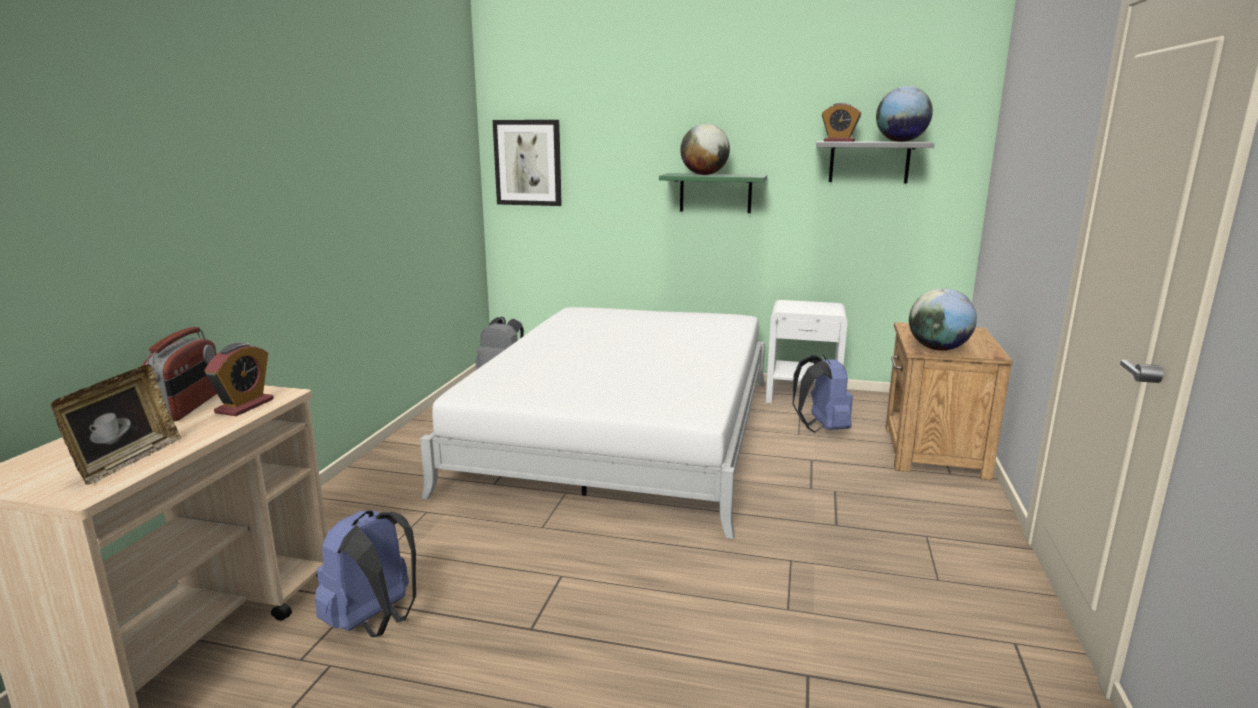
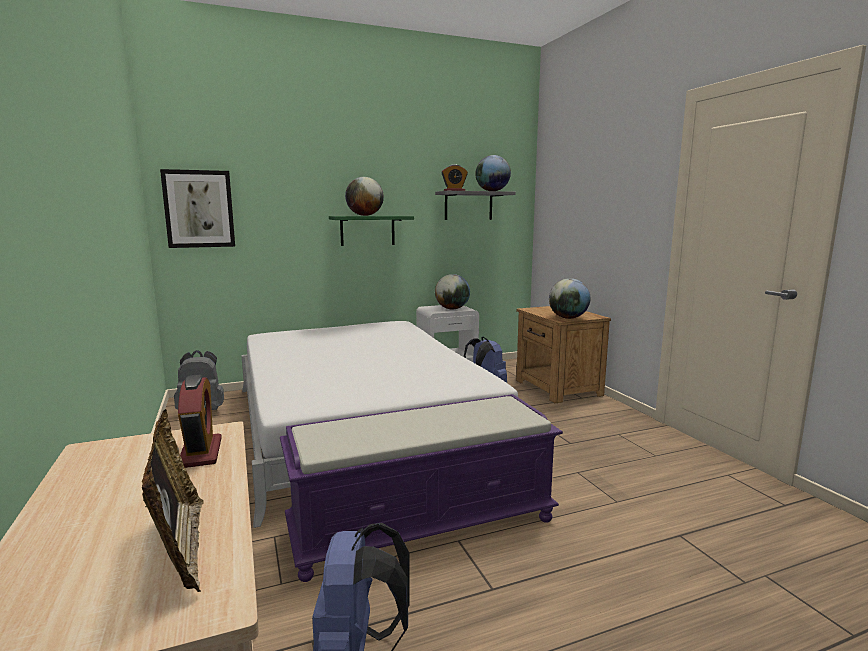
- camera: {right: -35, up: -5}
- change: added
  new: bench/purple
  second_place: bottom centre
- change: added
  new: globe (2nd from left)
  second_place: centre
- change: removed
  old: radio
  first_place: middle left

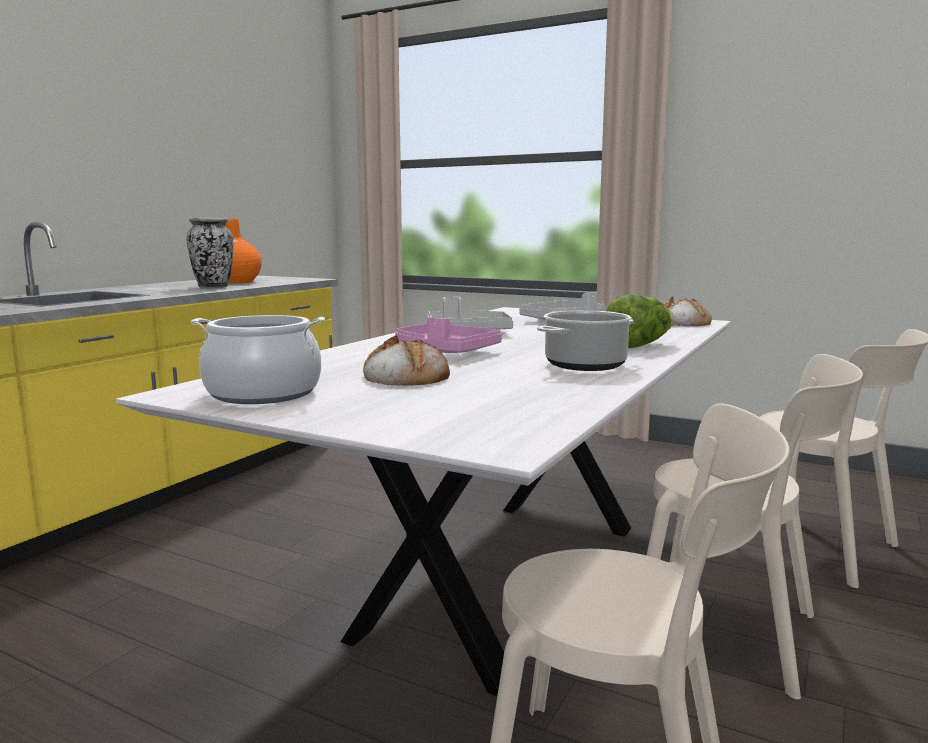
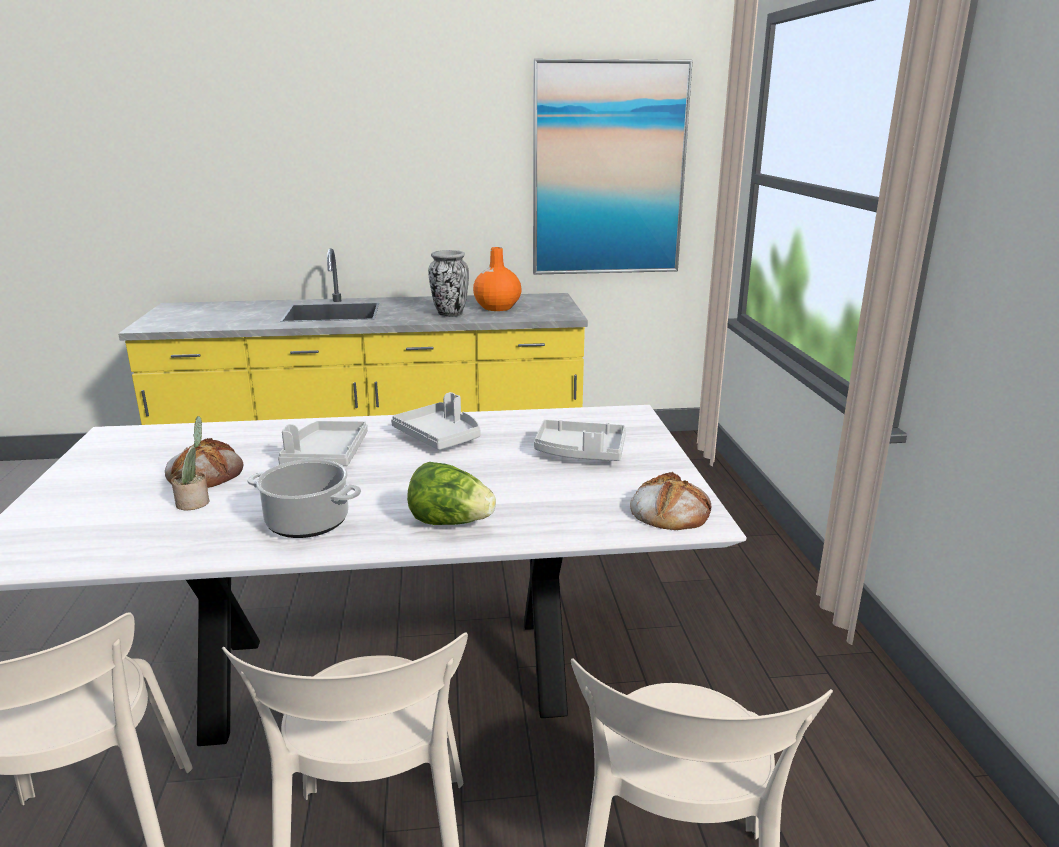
- camera: {right: 55, up: 10}
- change: added
  new: potted plant
  second_place: middle left
- change: recoloured
  old: tray/pink
  new: tray/grey (1st from left)
  first_place: centre
  second_place: middle left
- change: added
  new: picture
  second_place: top centre
- change: removed
  old: cooking pot (1st from left)
  first_place: middle left

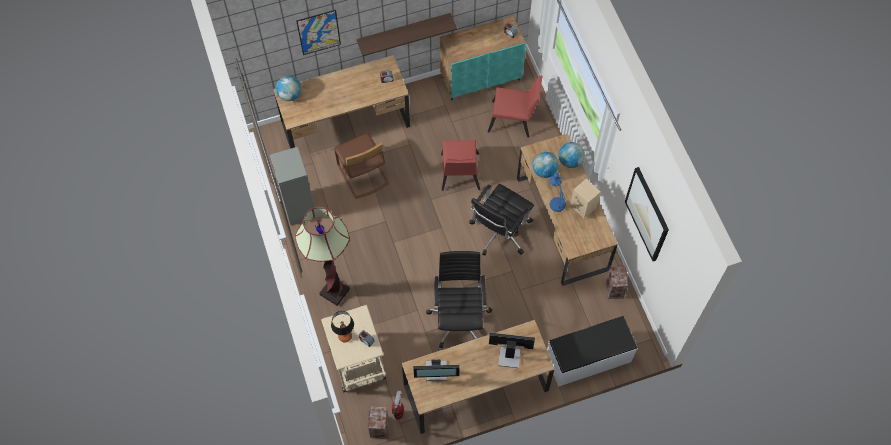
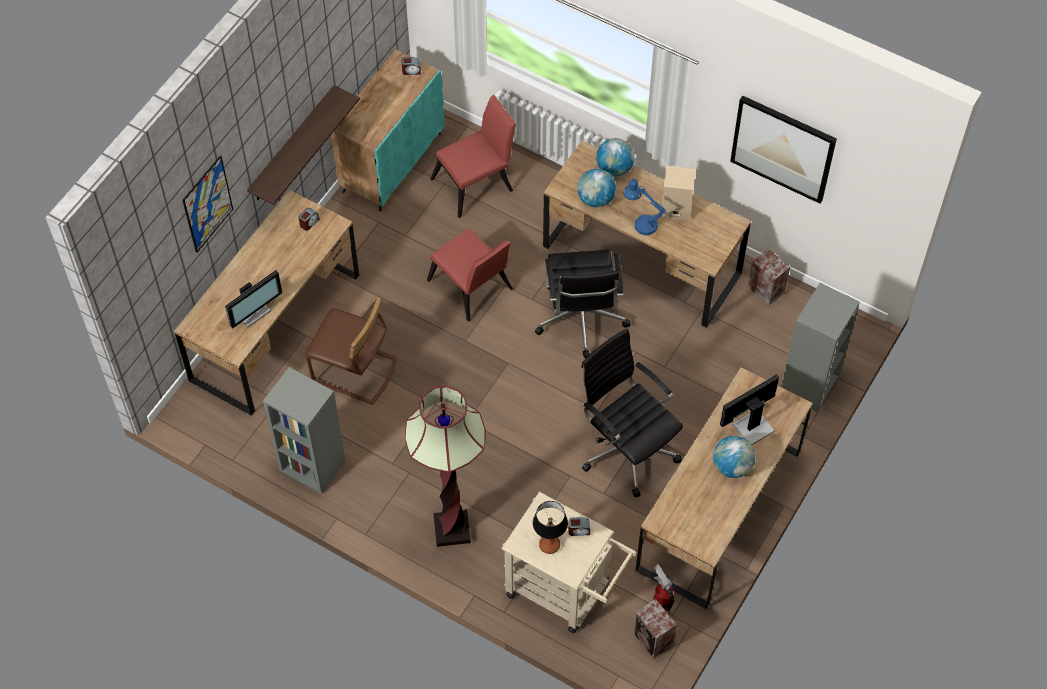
- camera: {right: -40, up: -5}
- change: moved
  old: monitor (1st from left)
  first_place: bottom centre
  second_place: middle left
- change: moved
  old: globe (1st from left in the first image)
  new: globe (3rd from left)
  first_place: top left
  second_place: middle right
- change: replaced
  old: bench/white
  new: bookcase/grey (2nd from left)
  first_place: bottom centre
  second_place: middle right

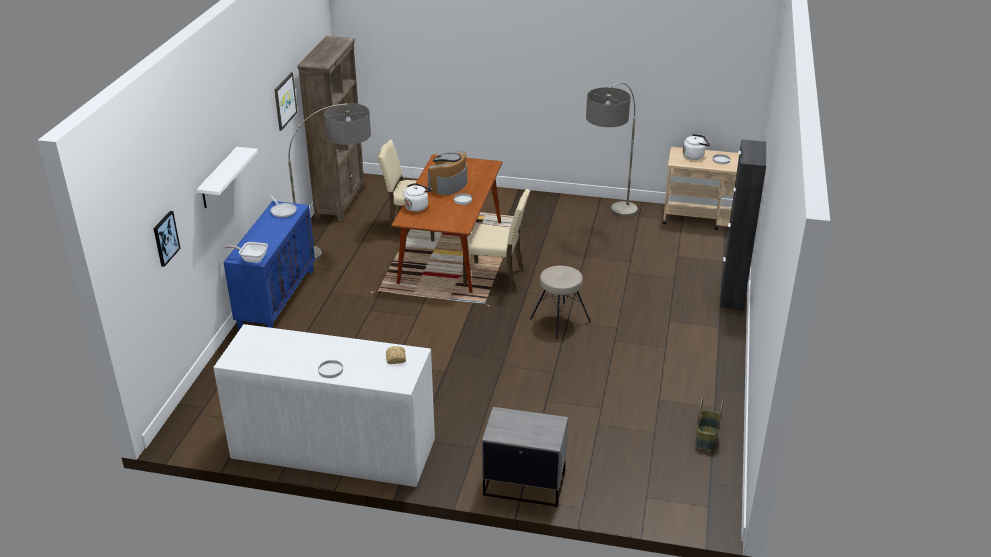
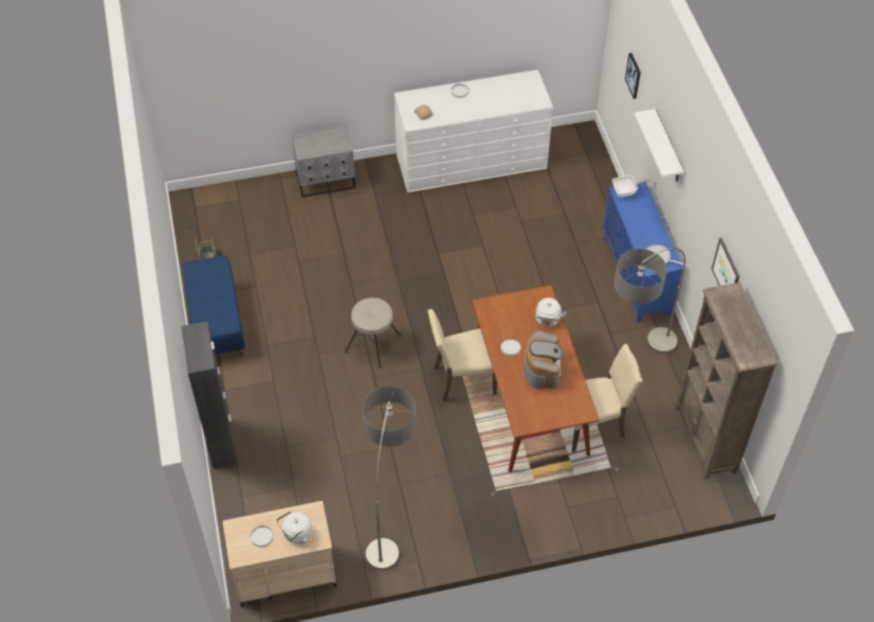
- camera: {right: 155, up: 20}
- change: added
  new: bench/blue
  second_place: middle left

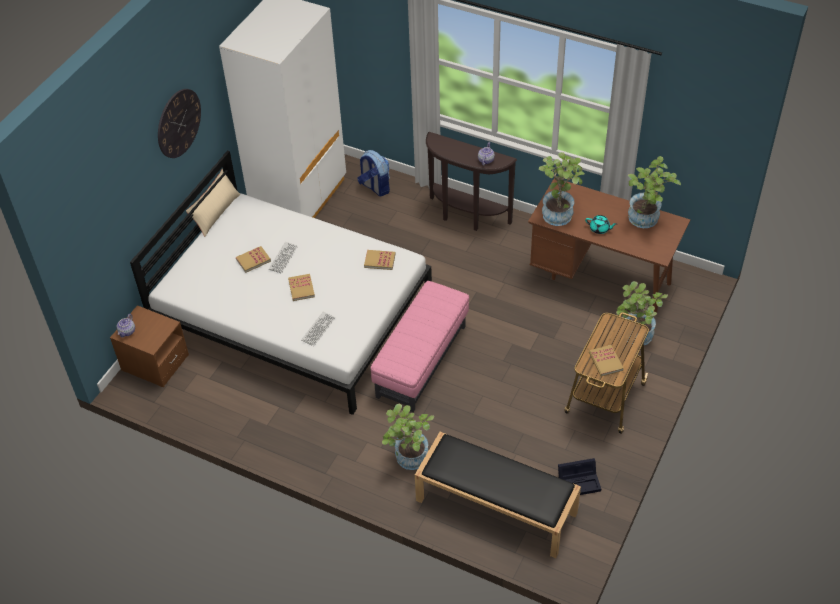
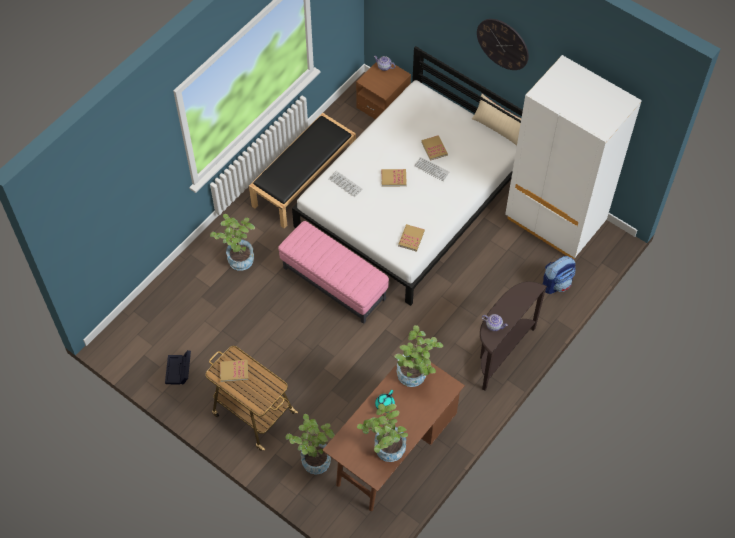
- camera: {right: 100, up: 10}
- change: moved
  old: bench/black
  first_place: bottom centre
  second_place: top centre

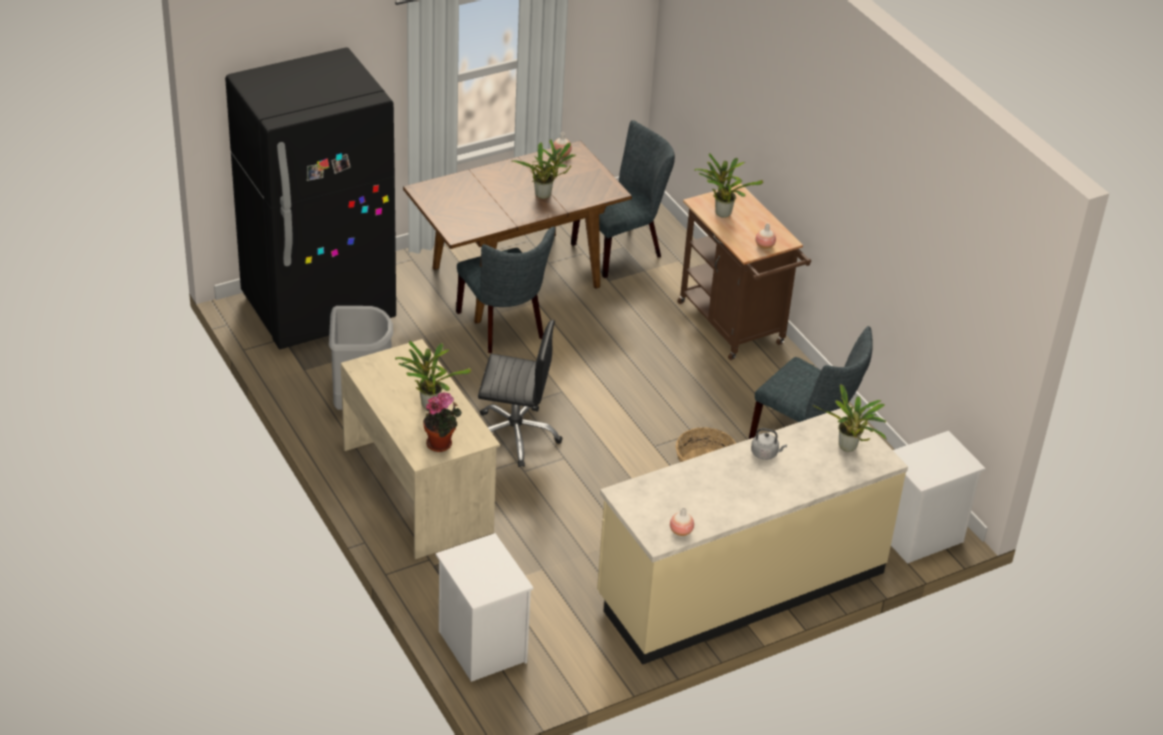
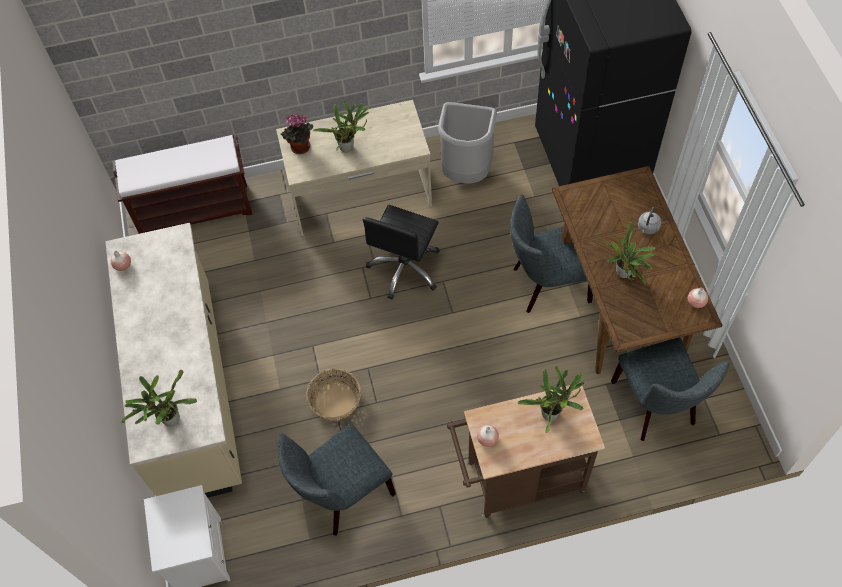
- camera: {right: 110, up: 20}
- change: replaced
  old: nightstand/white (1st from left)
  new: bench/brown
  first_place: bottom centre
  second_place: top left
- change: moved
  old: kettle/grey
  first_place: centre
  second_place: middle right

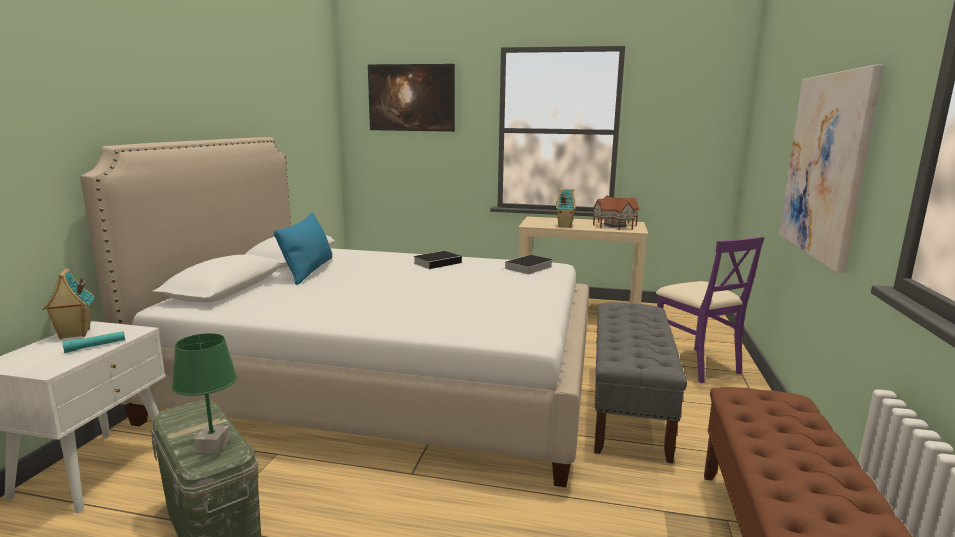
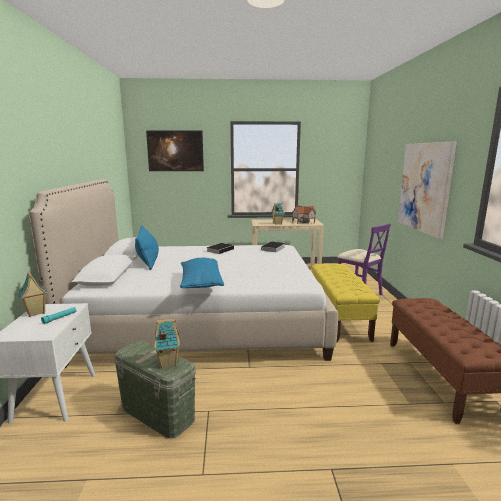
- camera: {right: -15, up: 0}
- change: replaced
  old: table lamp/green
  new: toy house (2nd from left)
  first_place: bottom left
  second_place: bottom centre
- change: added
  new: pillow/blue (2nd from left)
  second_place: centre
- change: recoloured
  old: bench/grey
  new: bench/yellow
  first_place: bottom right
  second_place: middle right

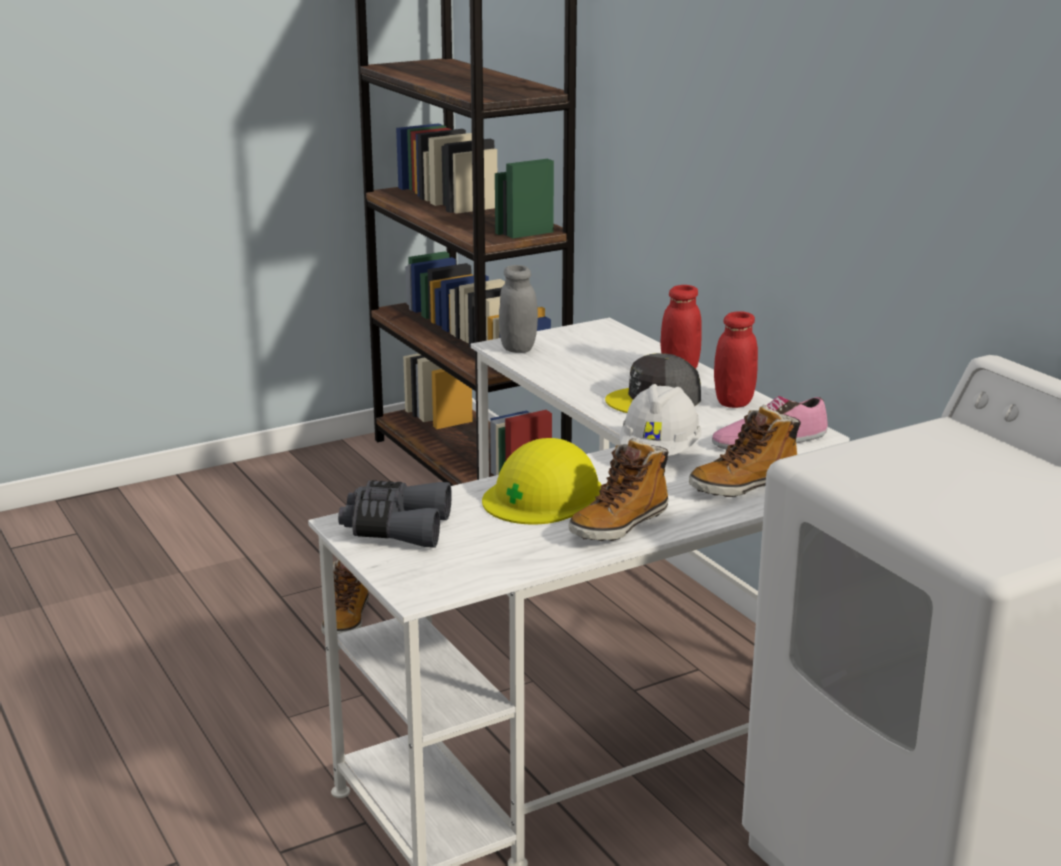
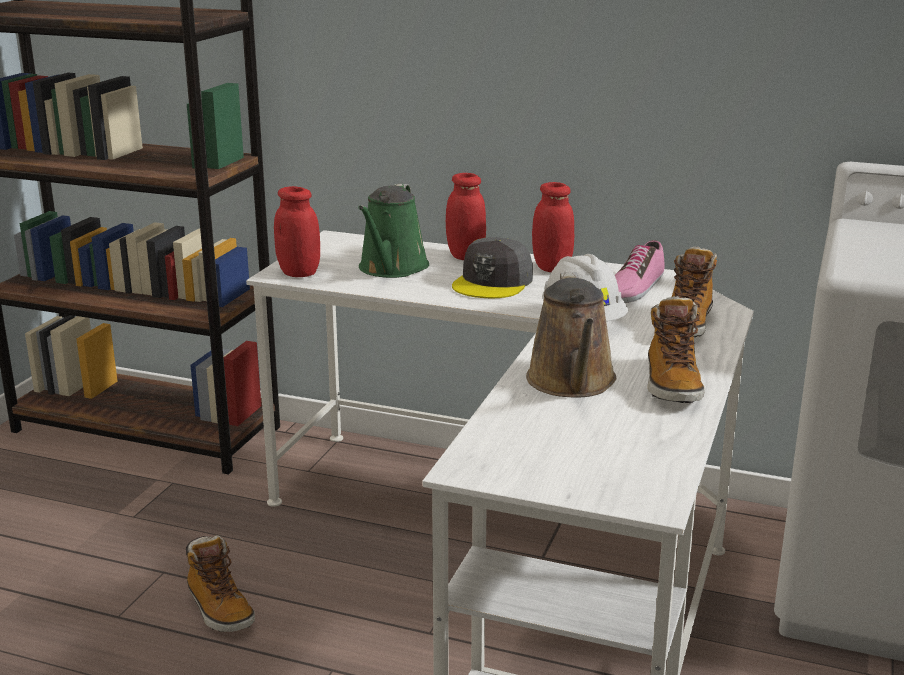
- camera: {right: -40, up: 0}
- change: recoloured
  old: jar/grey
  new: jar/red (1st from left)
  first_place: centre
  second_place: middle left
- change: added
  new: watering can/green
  second_place: centre
- change: replaced
  old: hard hat/yellow
  new: watering can/brown
  first_place: centre
  second_place: centre
- change: removed
  old: binoculars/grey
  first_place: centre

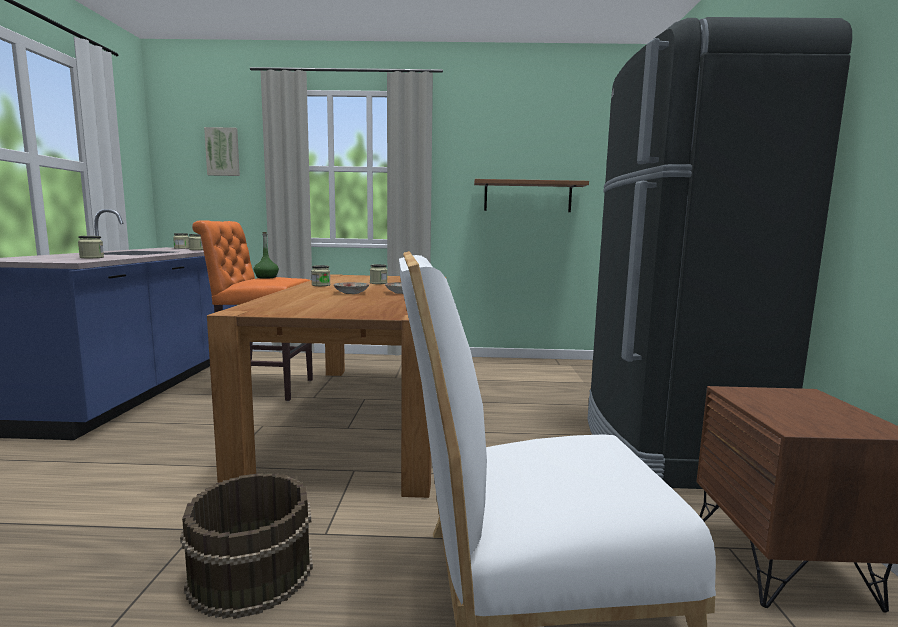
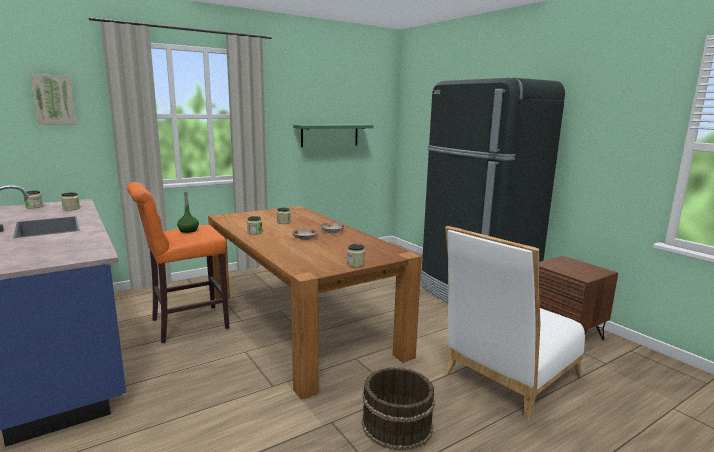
- camera: {right: -35, up: 5}
- change: recoloured
  old: shelf/brown
  new: shelf/green
  first_place: top centre
  second_place: top centre
- change: moved
  old: jar (1st from left in the first image)
  new: jar (5th from left)
  first_place: middle left
  second_place: centre

